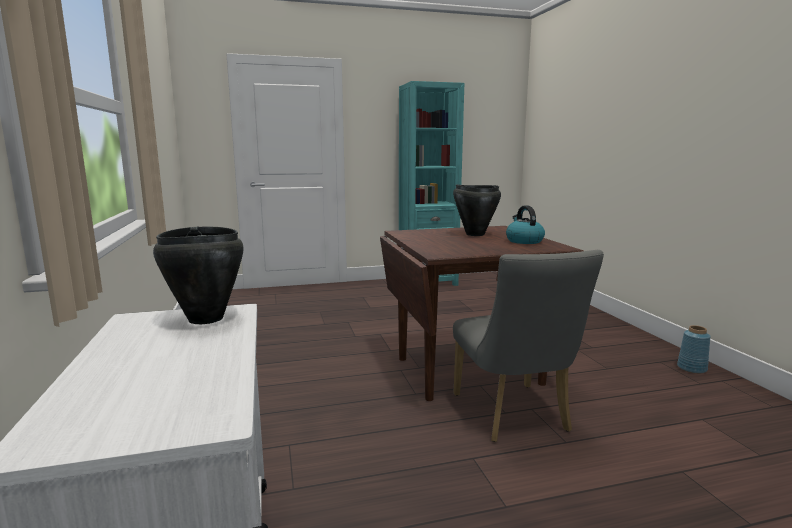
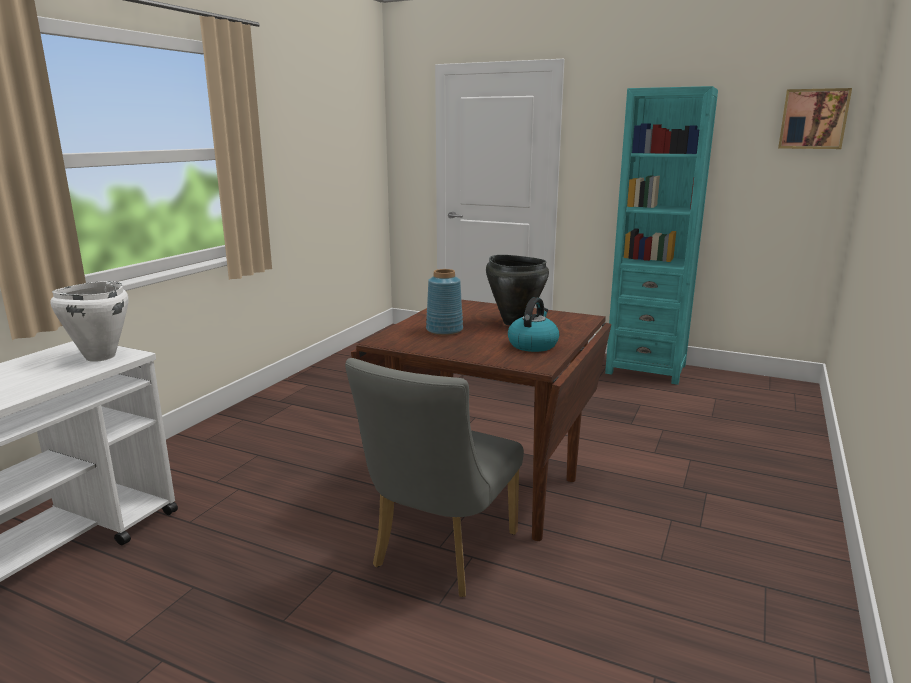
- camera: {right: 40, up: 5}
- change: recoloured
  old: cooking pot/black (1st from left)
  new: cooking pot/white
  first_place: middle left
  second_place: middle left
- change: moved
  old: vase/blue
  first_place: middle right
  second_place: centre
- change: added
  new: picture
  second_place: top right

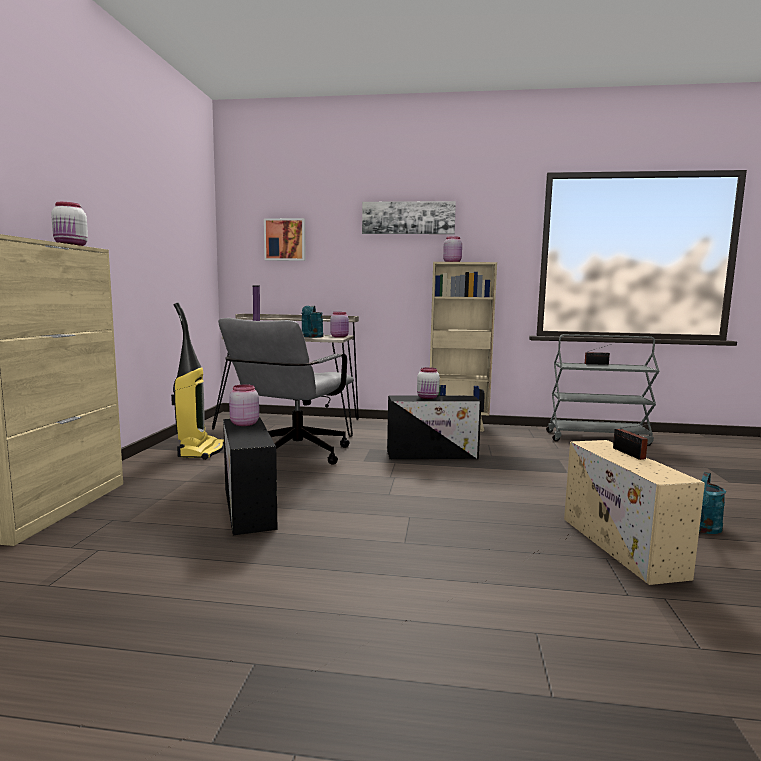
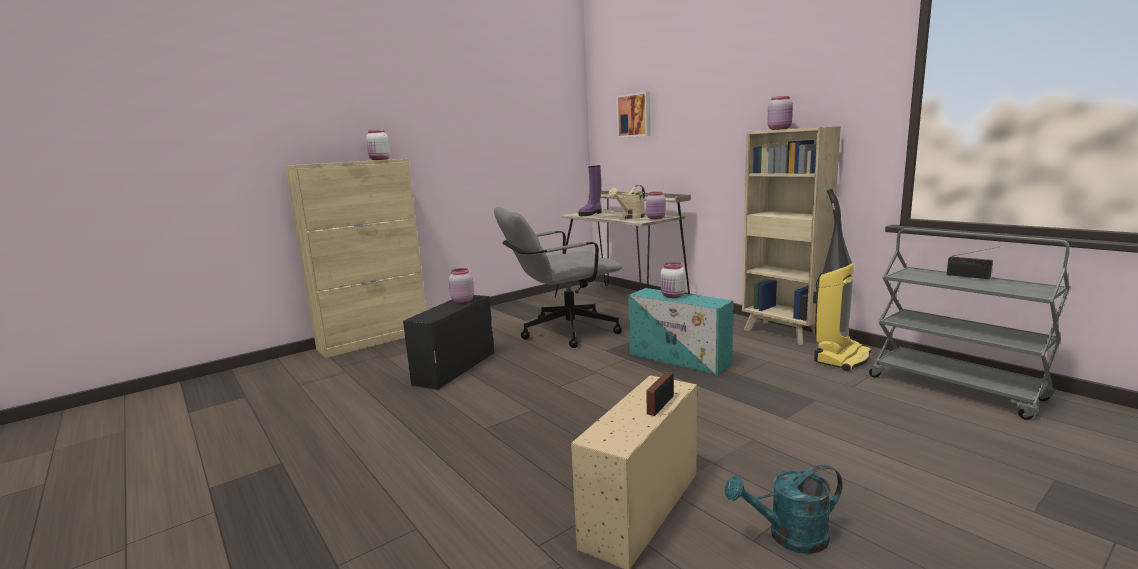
- camera: {right: 45, up: 5}
- change: recoloured
  old: watering can/turquoise (1st from left)
  new: watering can/beige
  first_place: centre
  second_place: centre
- change: recoloured
  old: storage box/black (2nd from left)
  new: storage box/turquoise
  first_place: centre
  second_place: centre
- change: moved
  old: vacuum cleaner
  first_place: middle left
  second_place: middle right
- change: removed
  old: picture (2nd from left)
  first_place: top centre

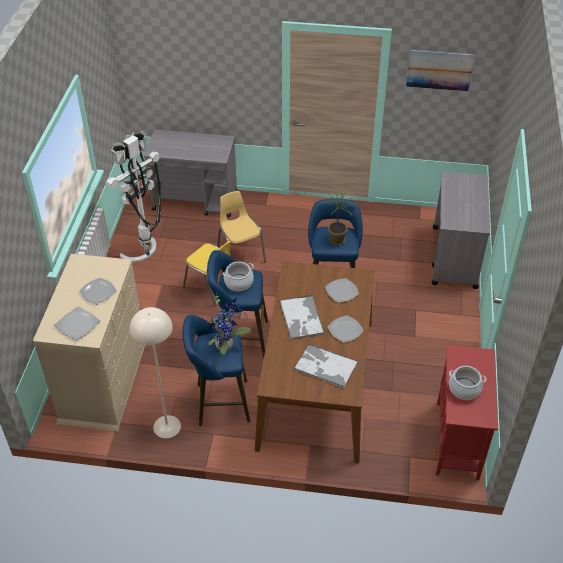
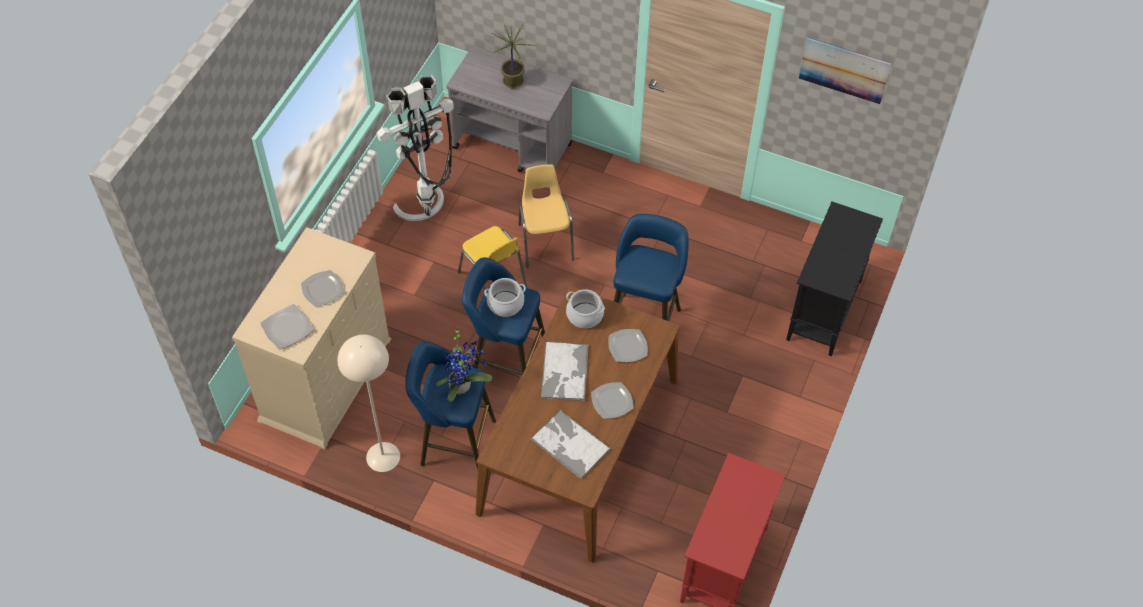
- camera: {right: 15, up: 10}
- change: moved
  old: potted plant (2nd from left)
  first_place: centre
  second_place: top centre
- change: moved
  old: cooking pot (2nd from left)
  first_place: bottom right
  second_place: centre
- change: replaced
  old: cart/grey (2nd from left)
  new: cabinet/black
  first_place: middle right
  second_place: middle right

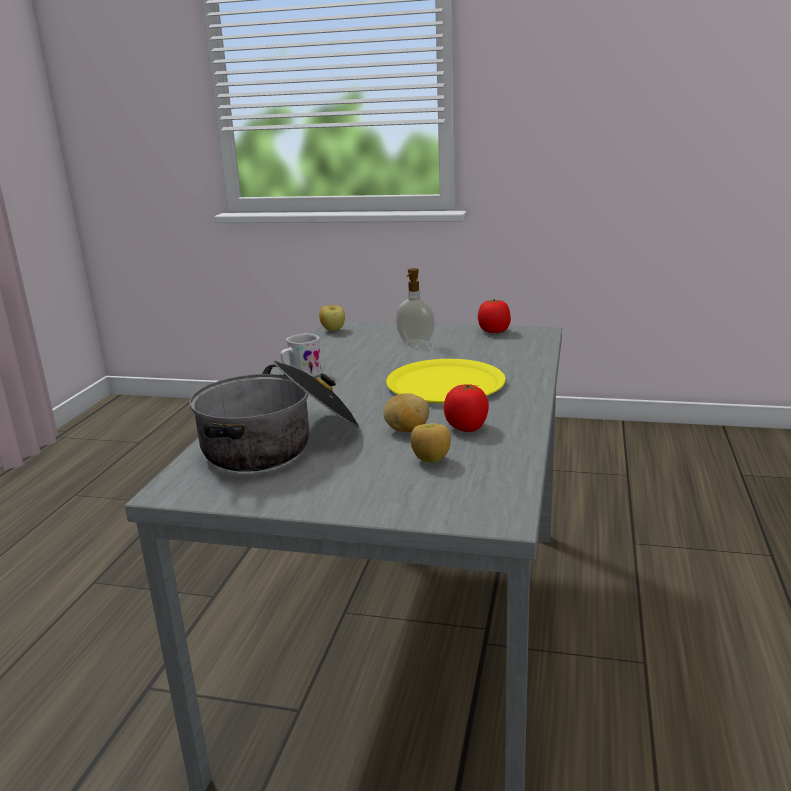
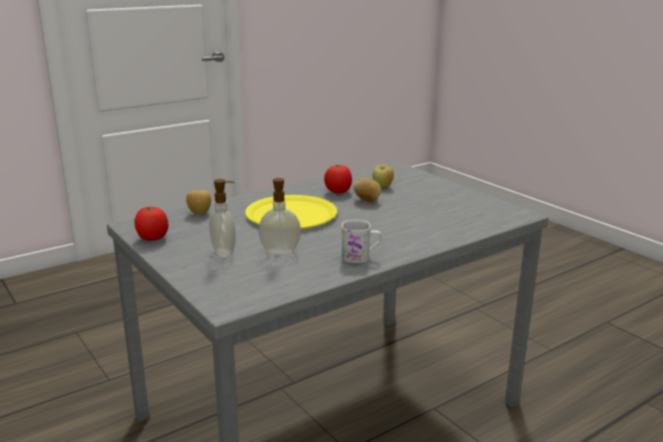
- camera: {right: -140, up: 0}
- change: moved
  old: apple (1st from left)
  first_place: centre
  second_place: middle left
- change: added
  new: soap dispenser (2nd from left)
  second_place: centre
- change: removed
  old: cooking pot
  first_place: centre

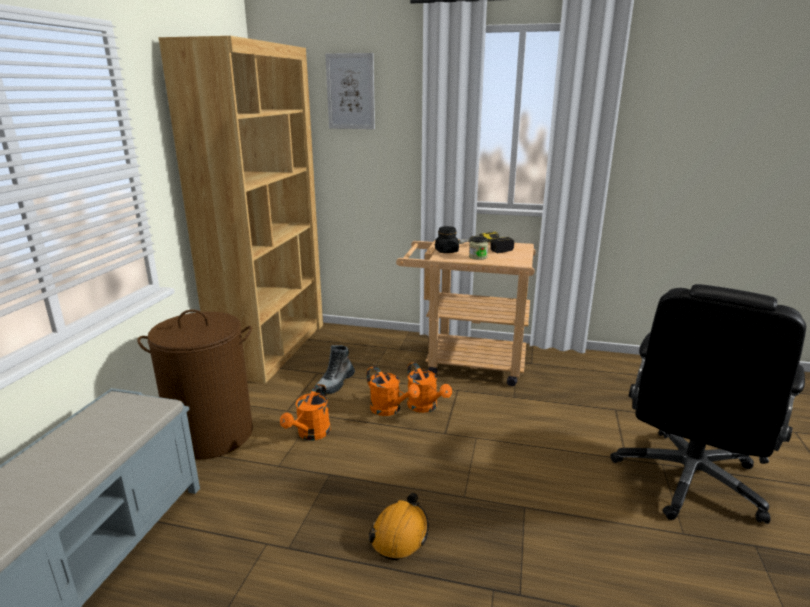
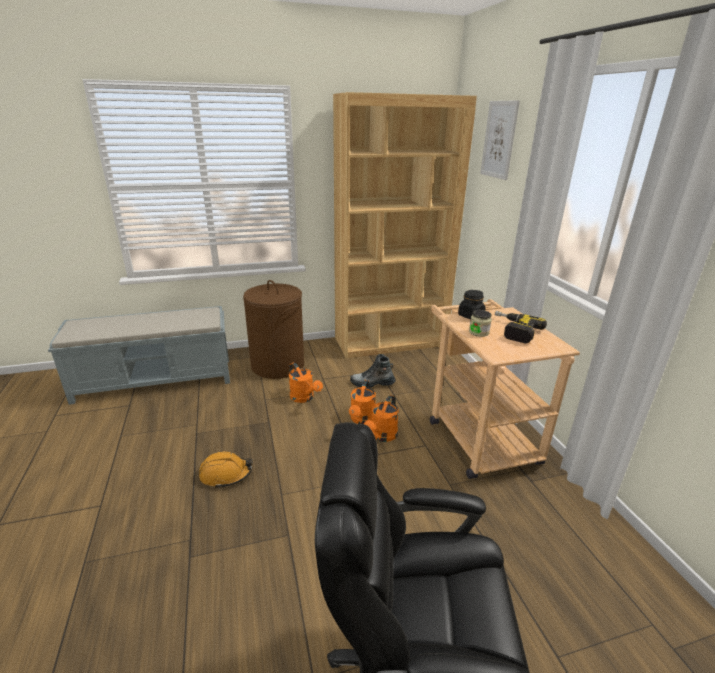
- camera: {right: 60, up: 5}
- change: turned
  old: watering can/orange (1st from left)
  first_place: bottom centre
  second_place: centre
  degrees: -120

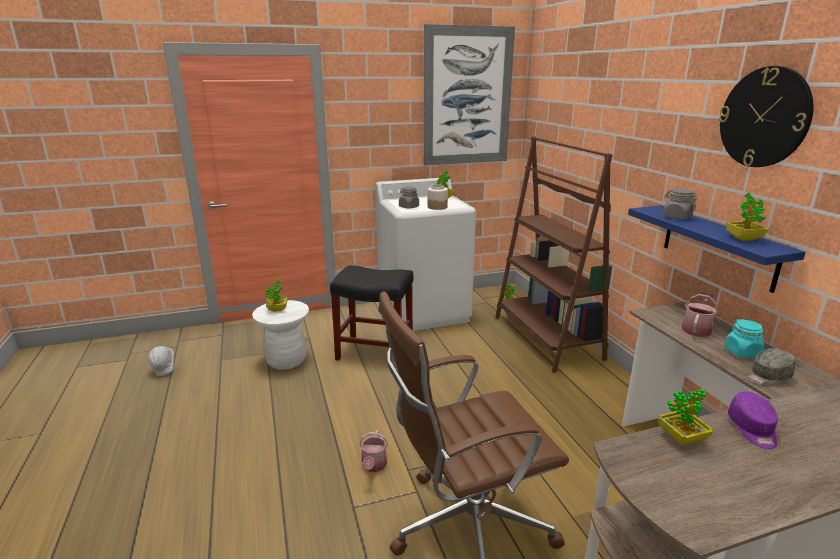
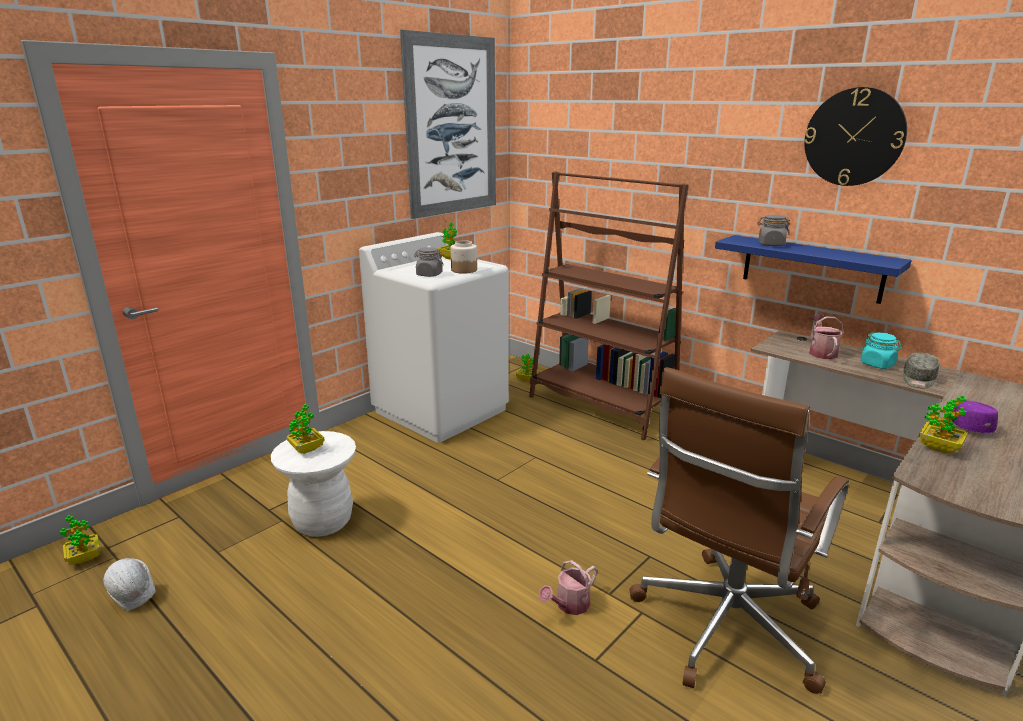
- camera: {right: -30, up: 0}
- change: moved
  old: potted plant (5th from left in the first image)
  new: potted plant (1st from left)
  first_place: middle right
  second_place: bottom left
- change: turned
  old: watering can (1st from left)
  first_place: bottom centre
  second_place: bottom centre
  degrees: 75
- change: turned
  old: cap/purple
  first_place: bottom right
  second_place: middle right
  degrees: -150
- change: removed
  old: stool/black
  first_place: centre

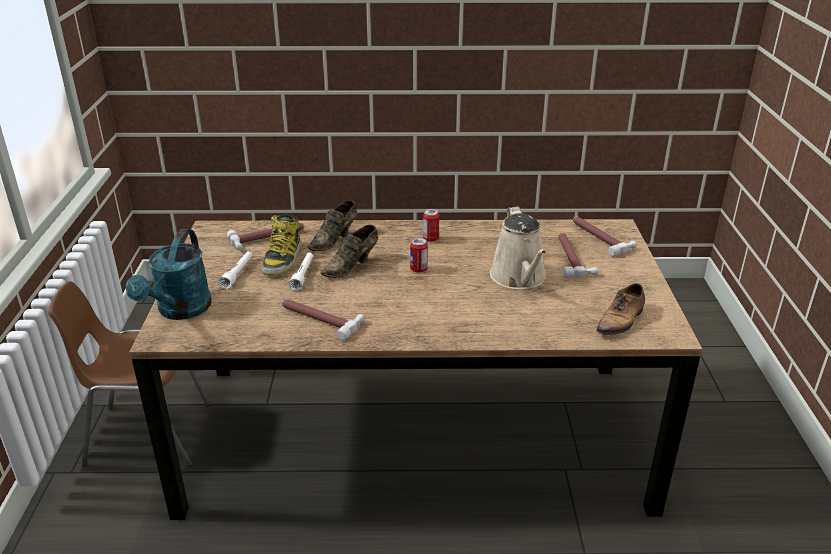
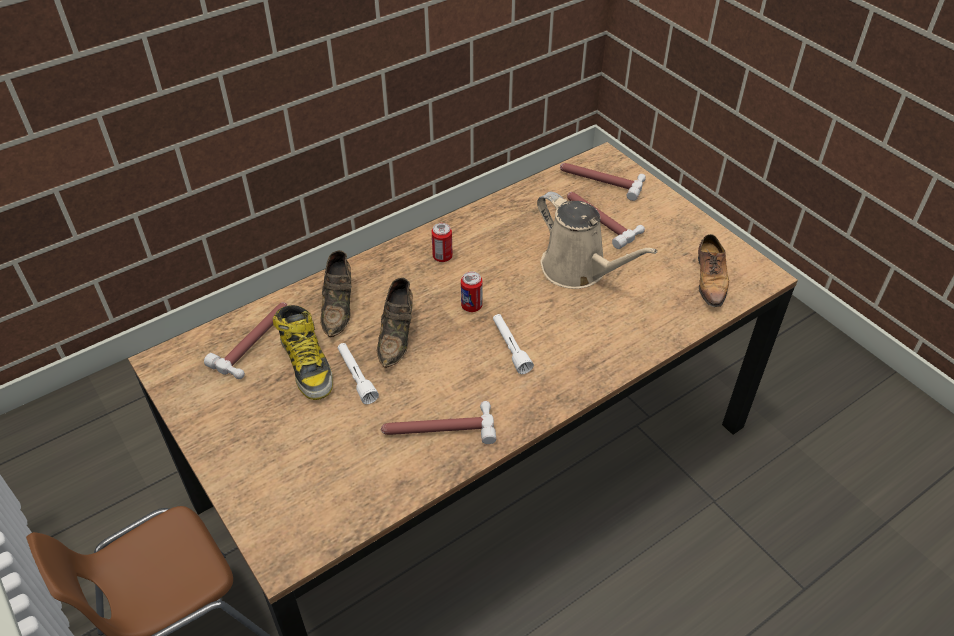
- camera: {right: -35, up: 15}
- change: moved
  old: flashlight/white (1st from left in the first image)
  new: flashlight/white (2nd from left)
  first_place: middle left
  second_place: centre
- change: removed
  old: watering can/turquoise
  first_place: middle left

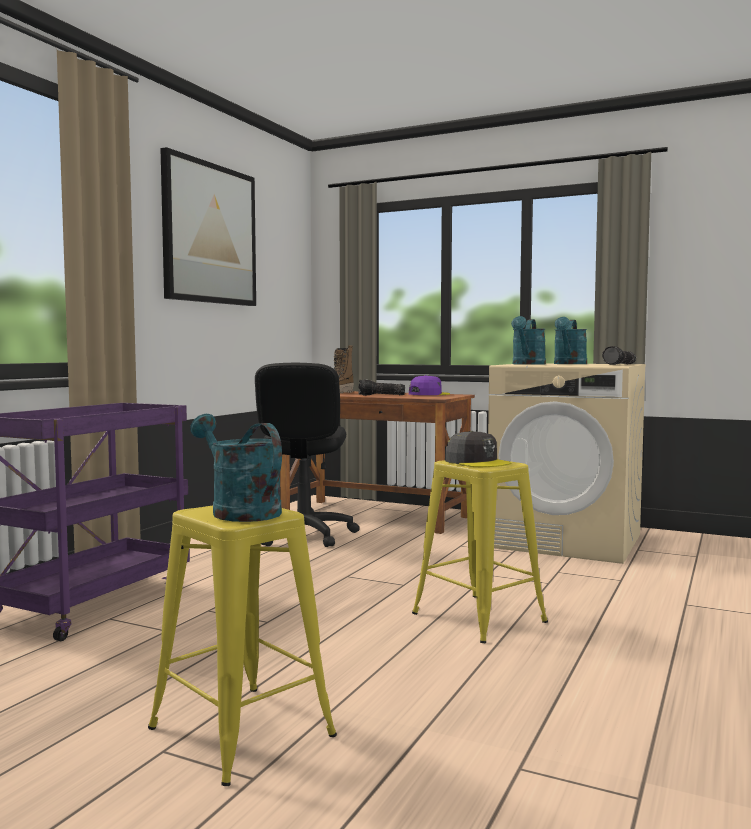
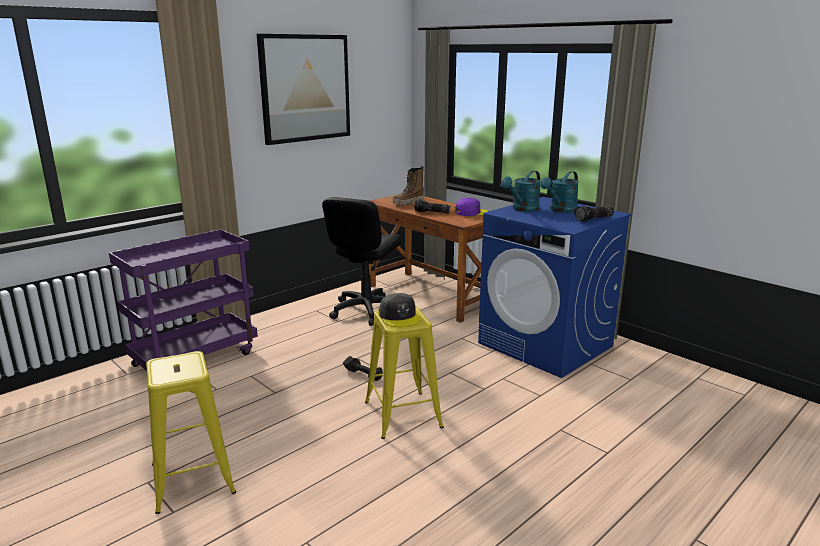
- camera: {right: 20, up: 15}
- change: added
  new: dumbbell/black
  second_place: bottom centre
- change: recoloured
  old: washing machine/beige
  new: washing machine/blue
  first_place: middle right
  second_place: middle right
- change: removed
  old: watering can/turquoise (1st from left)
  first_place: middle left

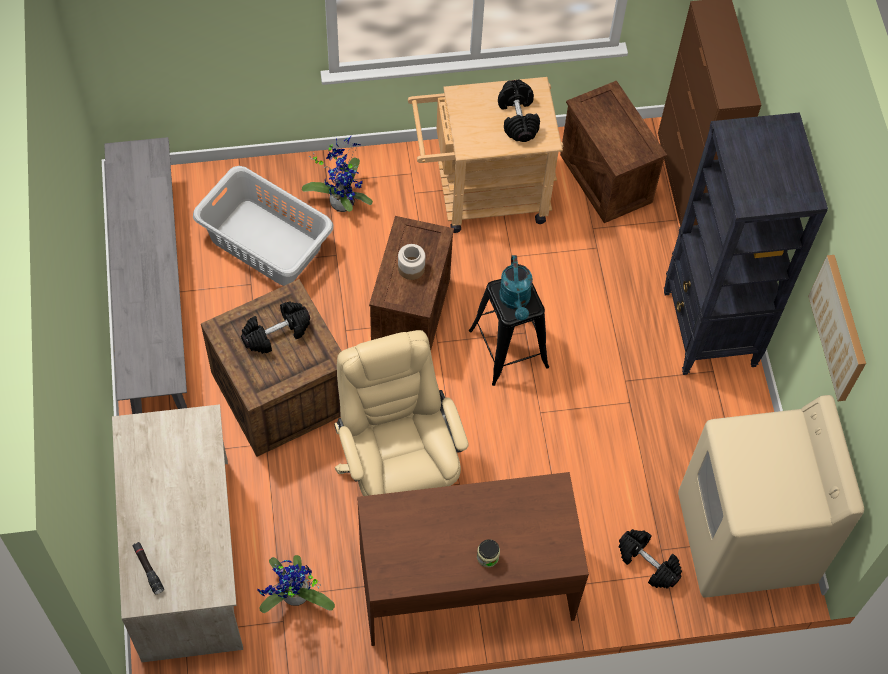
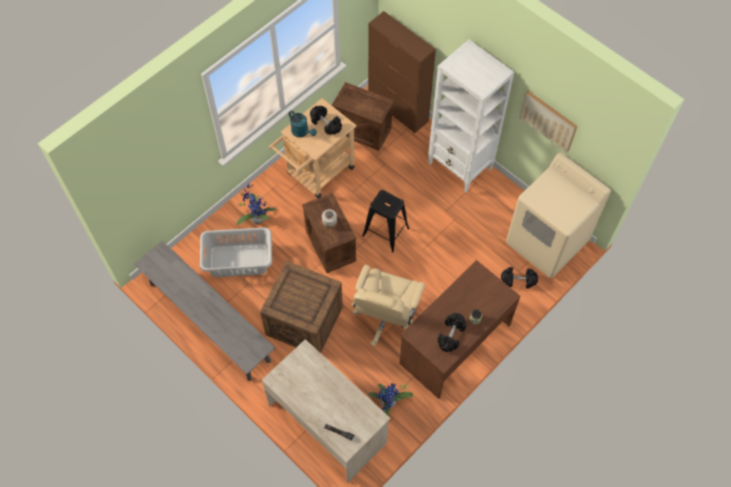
- camera: {right: -35, up: 0}
- change: moved
  old: watering can/turquoise
  first_place: centre
  second_place: top centre
- change: turned
  old: office chair/beige
  first_place: centre
  second_place: centre
  degrees: -105
- change: recoloured
  old: bookcase/black
  new: bookcase/white
  first_place: middle right
  second_place: top centre
- change: moved
  old: dumbbell/black (1st from left in the first image)
  new: dumbbell/black (2nd from left)
  first_place: middle left
  second_place: bottom centre

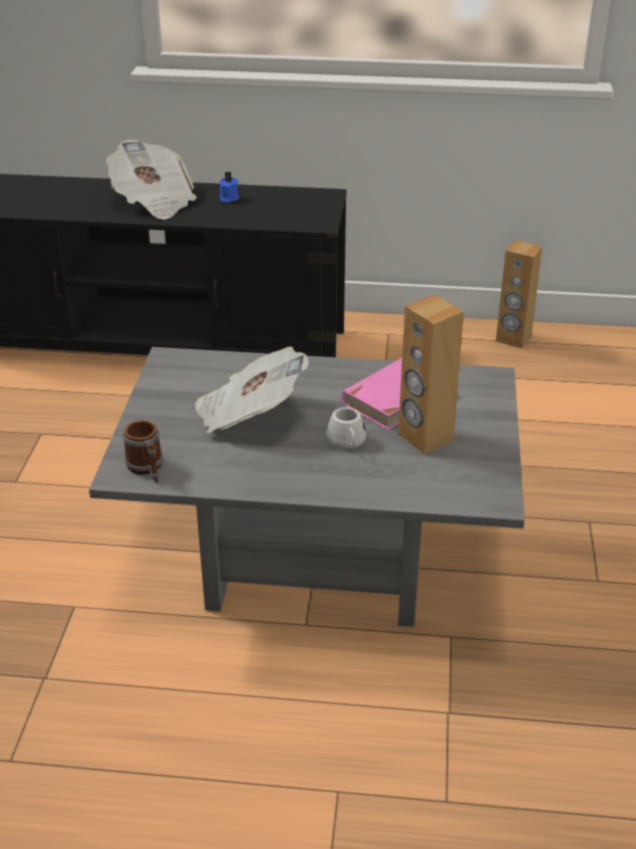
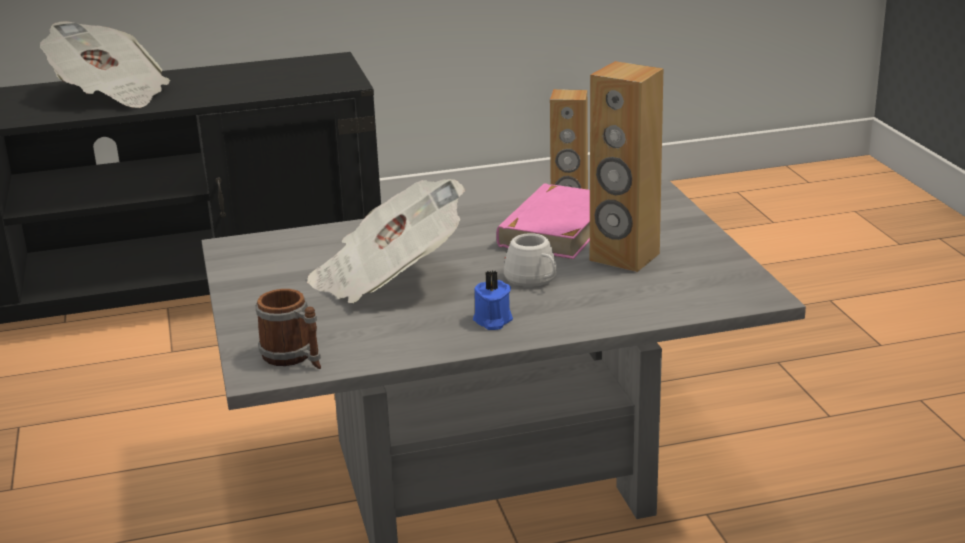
- camera: {right: -20, up: -10}
- change: moved
  old: candle/blue
  first_place: top centre
  second_place: centre

